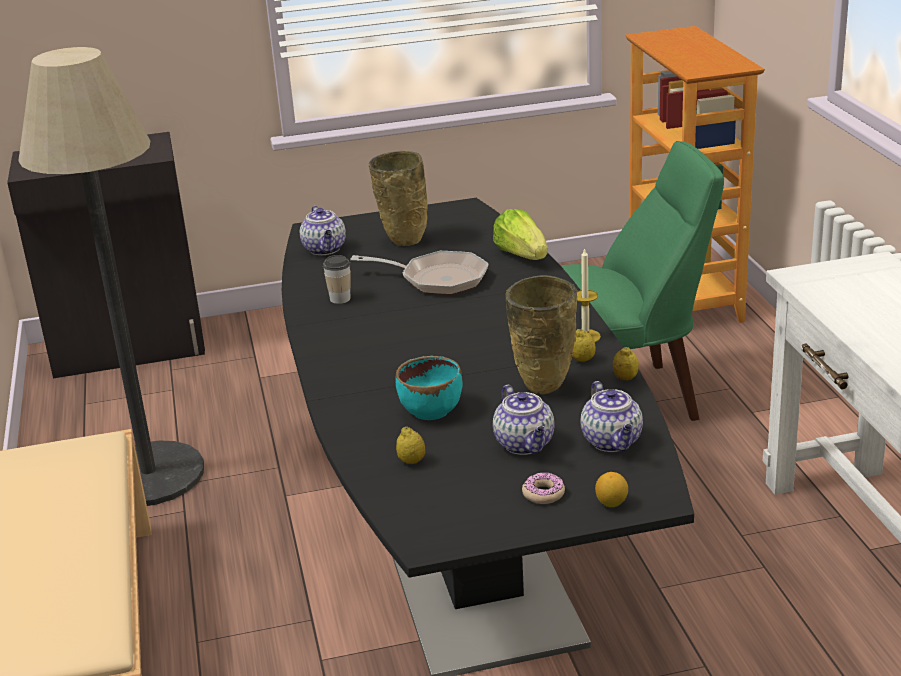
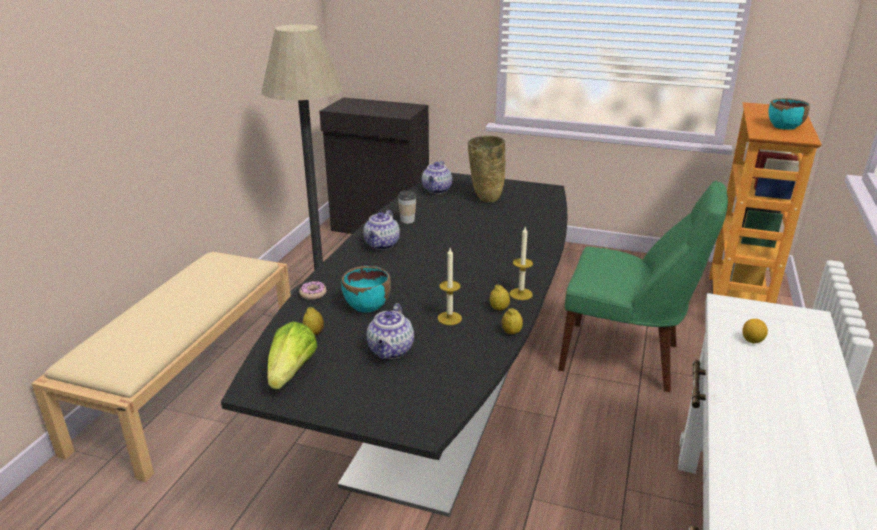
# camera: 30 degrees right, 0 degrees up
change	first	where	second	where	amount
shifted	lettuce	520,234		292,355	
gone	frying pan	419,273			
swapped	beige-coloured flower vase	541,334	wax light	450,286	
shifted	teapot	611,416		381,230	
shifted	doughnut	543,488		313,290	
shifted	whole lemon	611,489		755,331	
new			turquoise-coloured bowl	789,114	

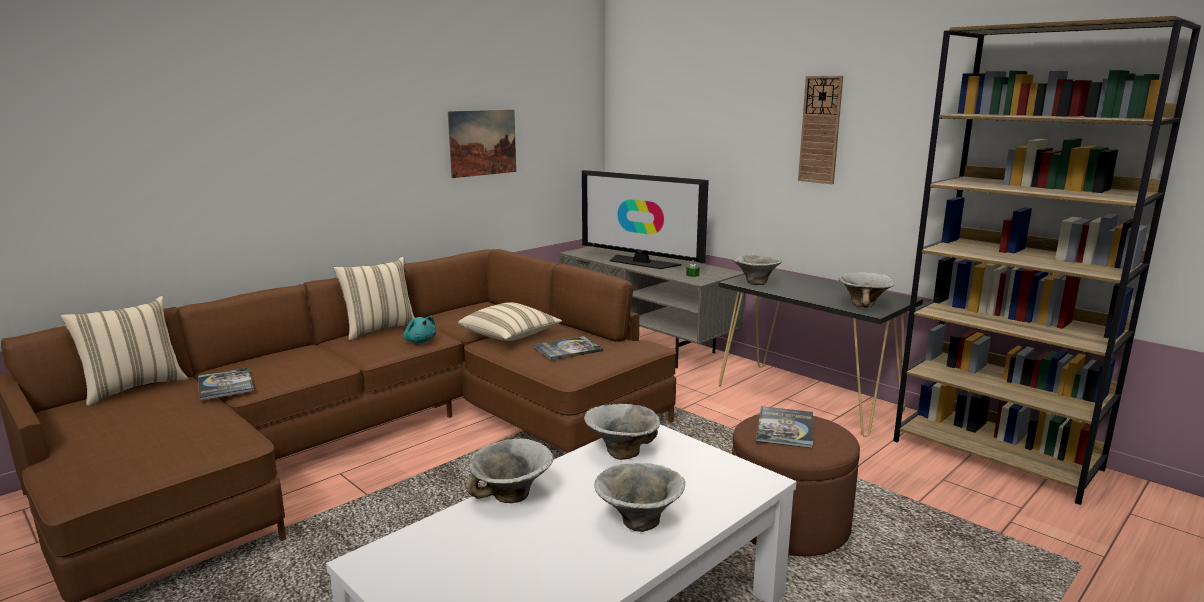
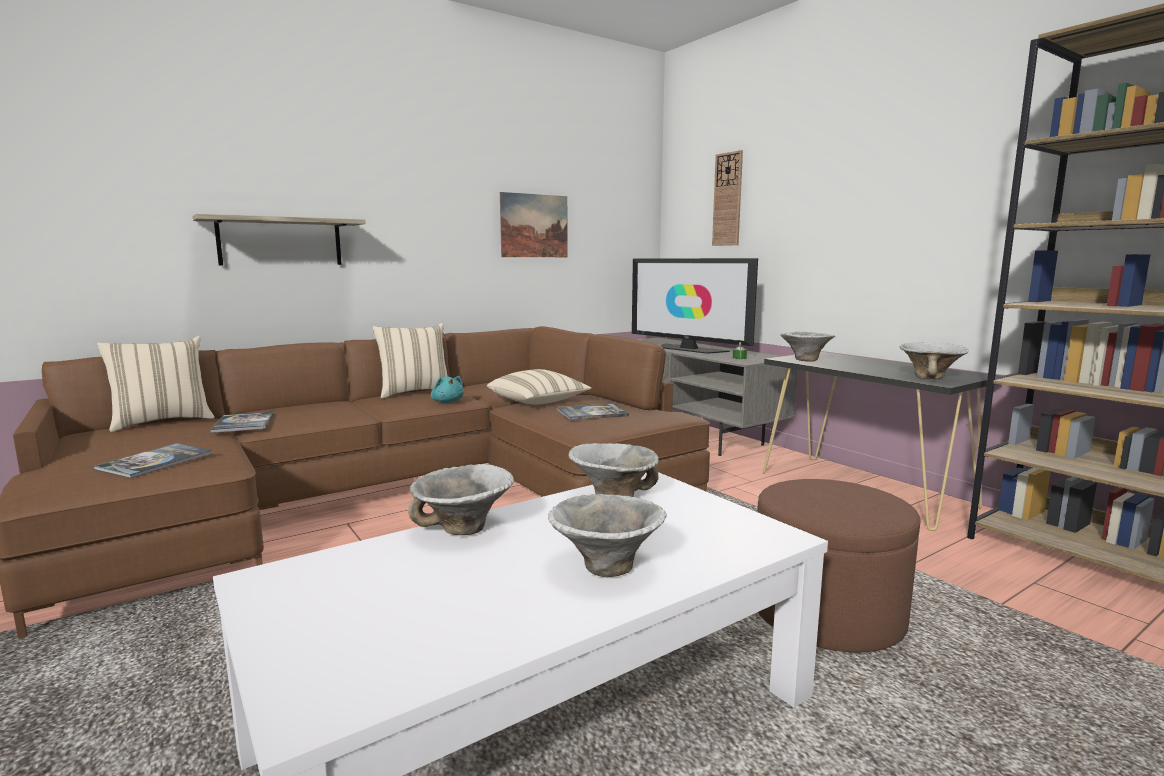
# camera: 10 degrees right, 5 degrees down
change	first	where	second	where	amount
shifted	clock on the wall	820,130		727,198	
shifted	book	784,427		153,460	
new			wall shelf	279,239	

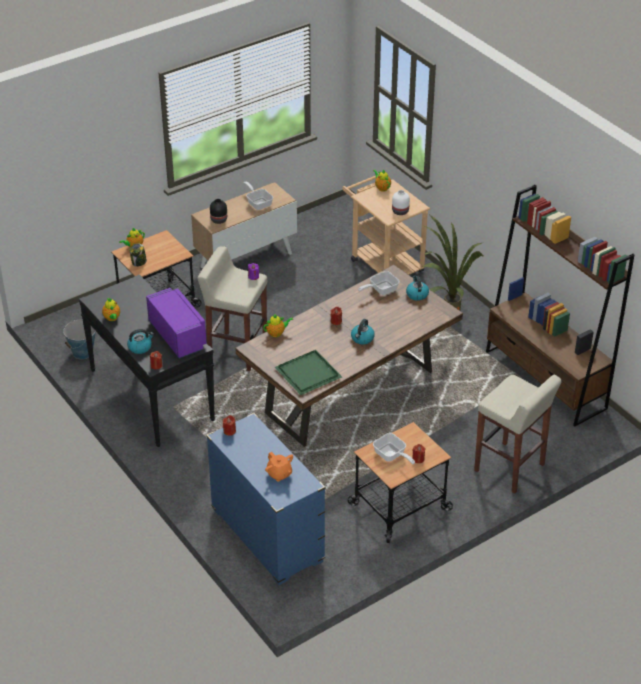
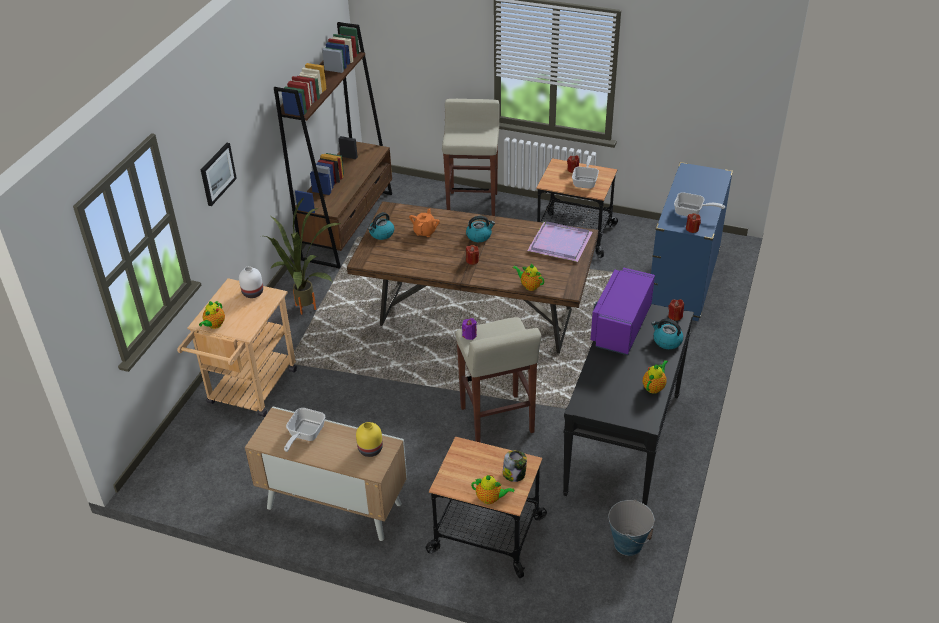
# camera: 125 degrees left, 0 degrees up
change	first	where	second	where	amount
repainted	black flower vase	218,211	yellow flower vase	369,439	
shifted	frying pan	378,283		699,204	
repainted	green-coloured serving tray	308,372	purplish serving tray	560,241	
shifted	orangey teapot	279,467		424,222	
new			wall art	219,174	

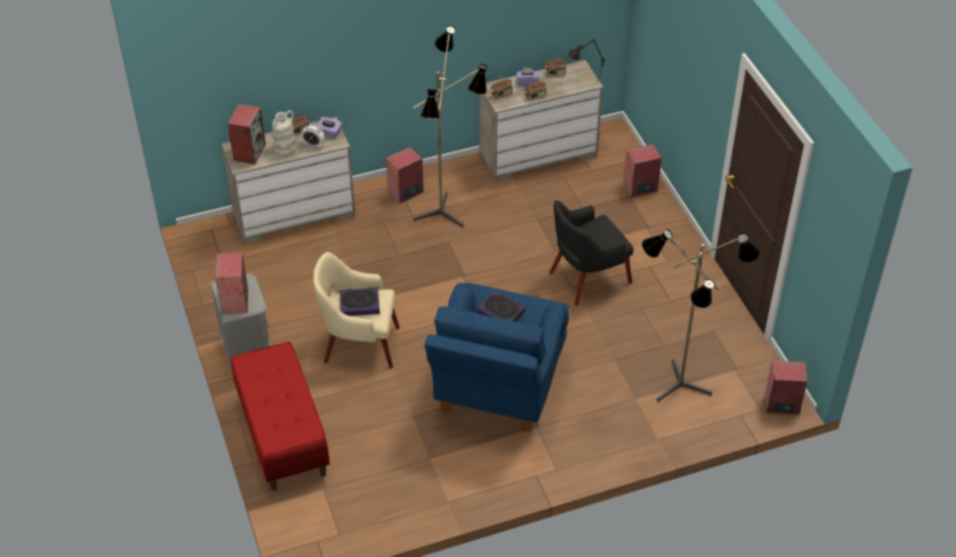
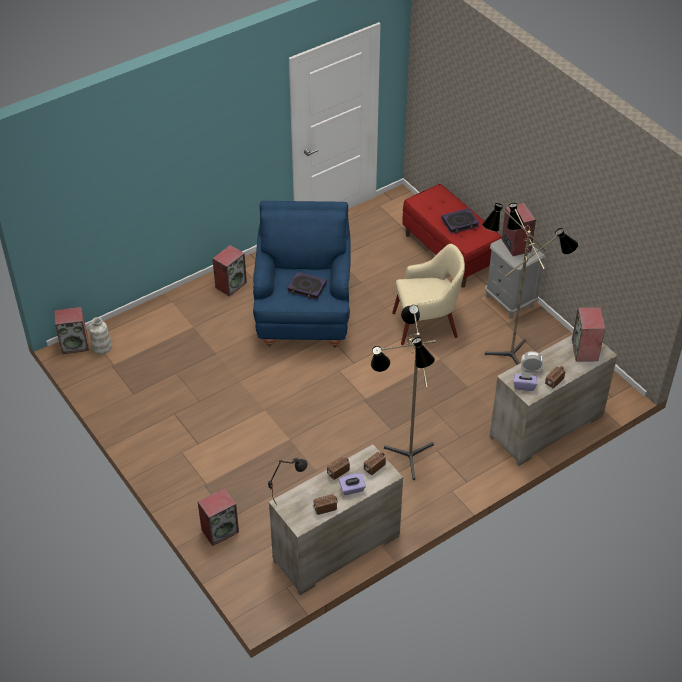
# camera: 165 degrees right, 0 degrees up
change	first	where	second	where	amount
shifted	whitish flower vase	284,134		100,335	
shifted	audio speaker	405,175		229,271	
gone	black lounge chair	591,253			
shifted	standing lamp	701,315		530,284	
shifted	book	360,301		460,221	

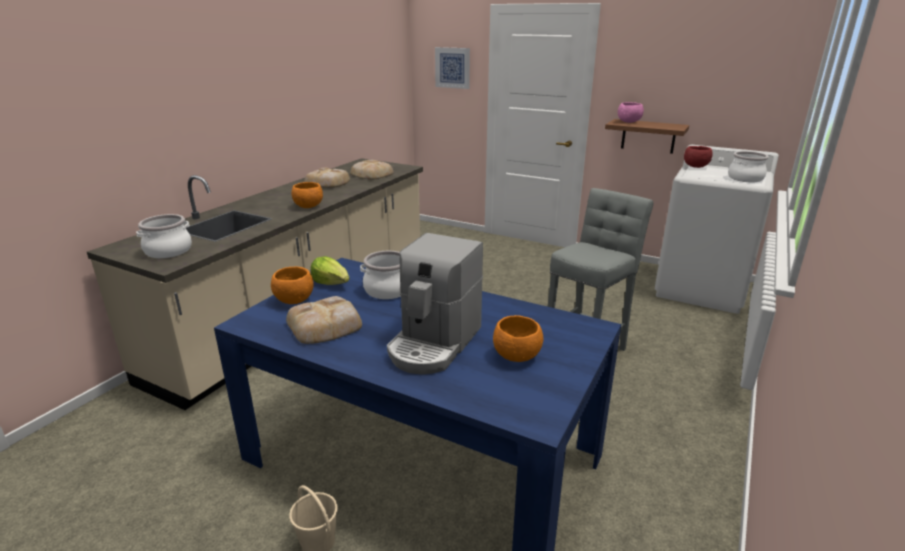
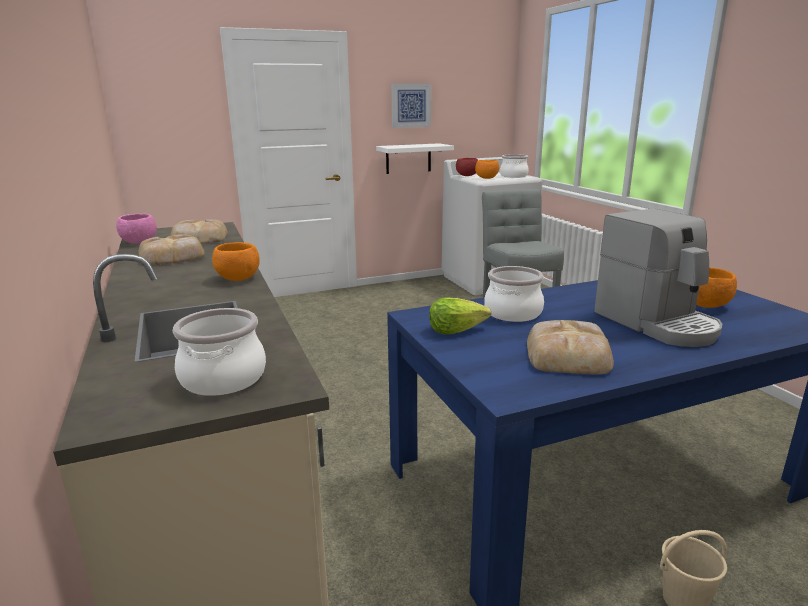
# camera: 50 degrees left, 5 degrees down
change	first	where	second	where	amount
shifted	wall art	452,68		411,105	
shifted	pink-coloured bowl	631,112		136,229	
repainted	brownish wall shelf	647,136	whitish wall shelf	415,158	
shifted	orangey bowl	292,285		487,169	

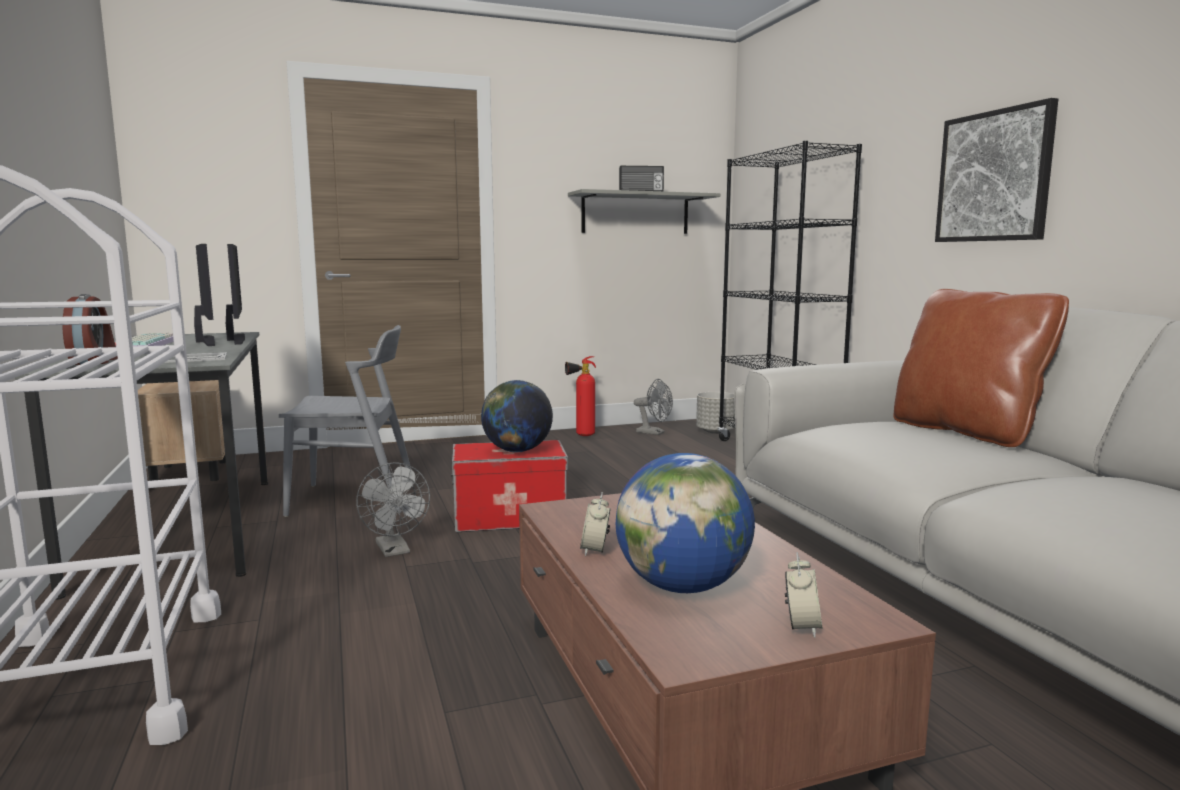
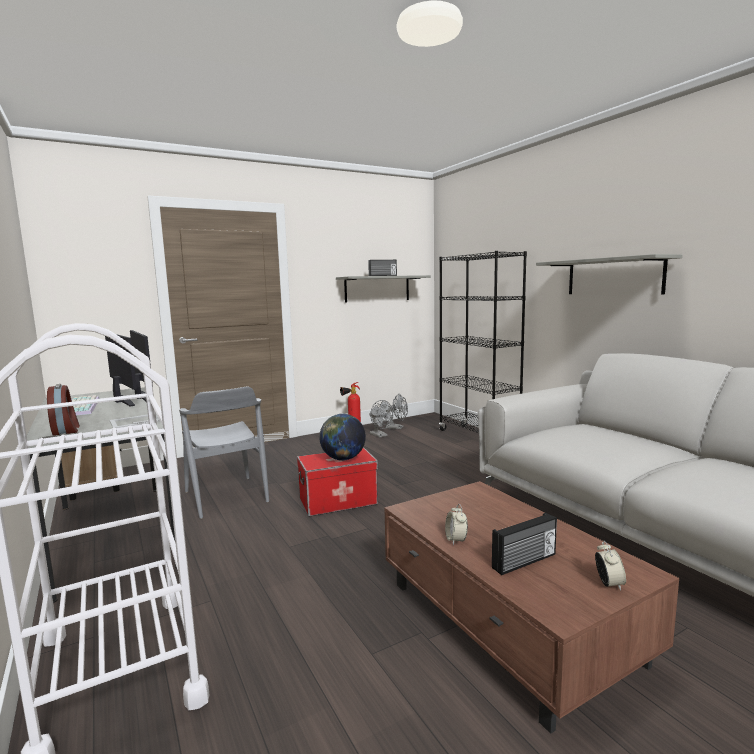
# camera: 10 degrees left, 0 degrees up
change	first	where	second	where	amount
swapped	wall art	996,170	grey wall shelf	609,274	
gone	brownish cushion	981,368			
rotated	grey plain chair	347,421		224,453	75 degrees clockwise
gone	grey plant pot	715,413			
swapped	globe	685,523	radio	524,544	
shifted	grey electric fan	393,510		381,419	

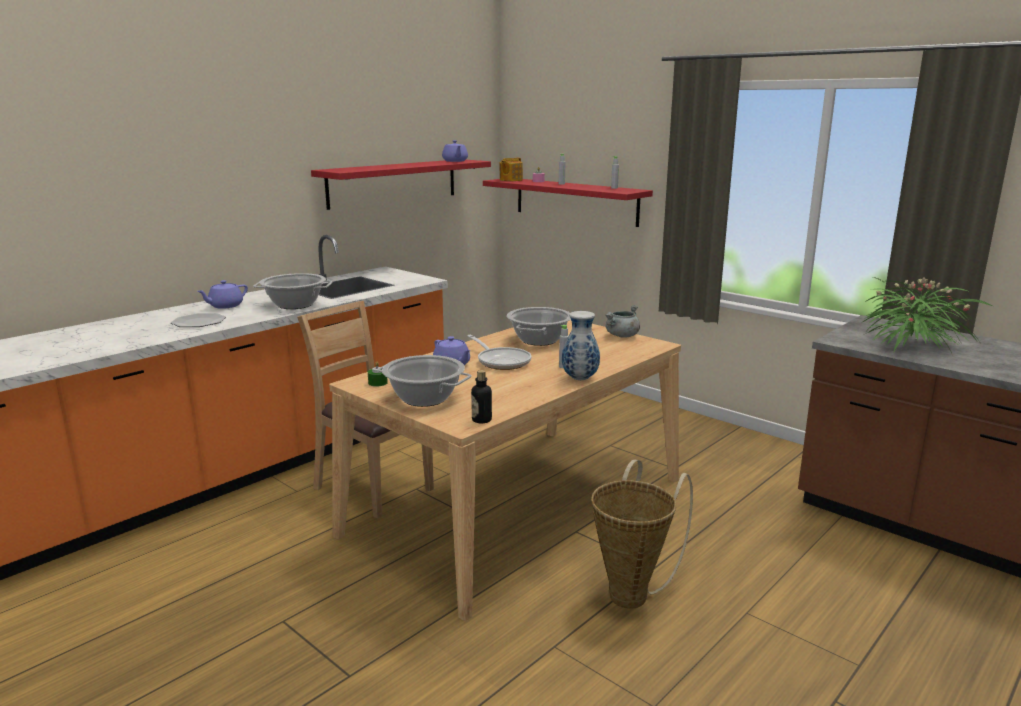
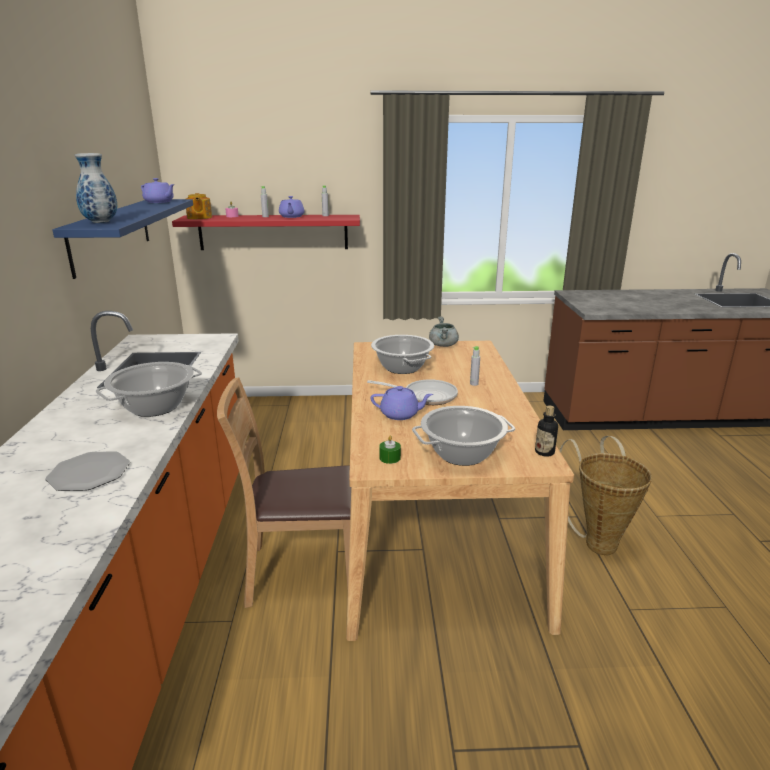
# camera: 45 degrees left, 5 degrees up
change	first	where	second	where	amount
repainted	red wall shelf	401,185	bluish wall shelf	122,239	
gone	houseplant	927,315			
shifted	purplish teapot	222,294		291,207	
shifted	flower vase	581,345		96,188	

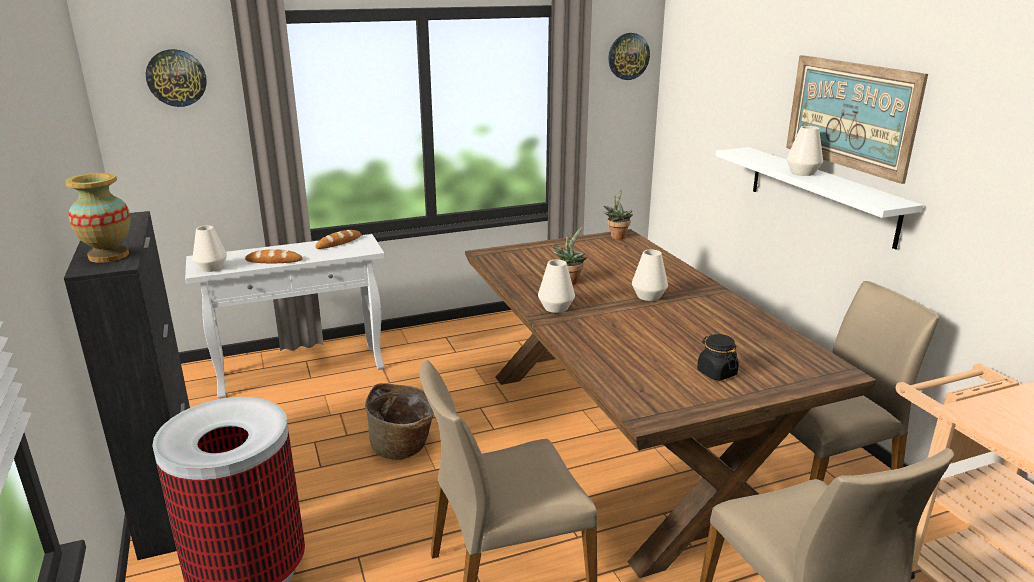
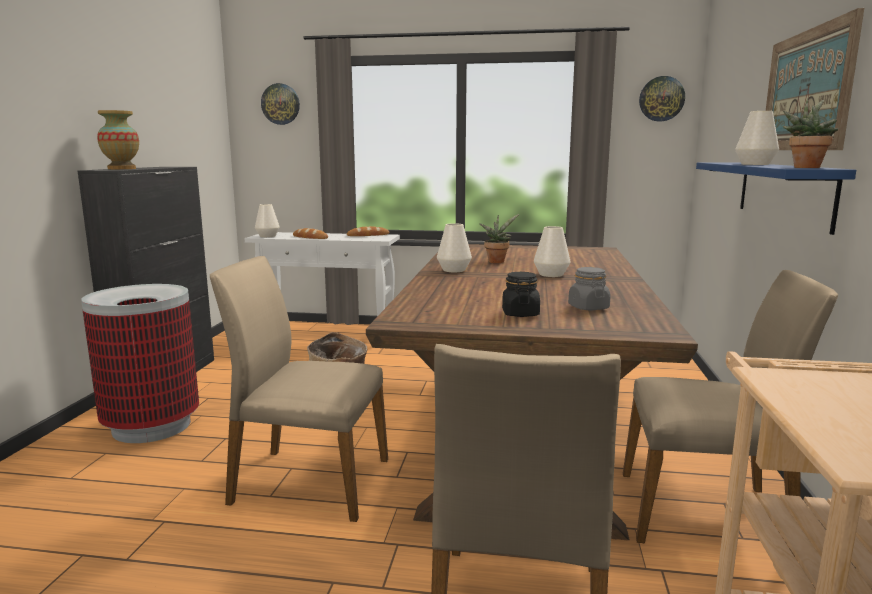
# camera: 30 degrees right, 10 degrees down
change	first	where	second	where	amount
repainted	whitish wall shelf	819,198	bluish wall shelf	776,198	
shifted	houseplant	618,214		810,133	
new			grey jar	589,288	

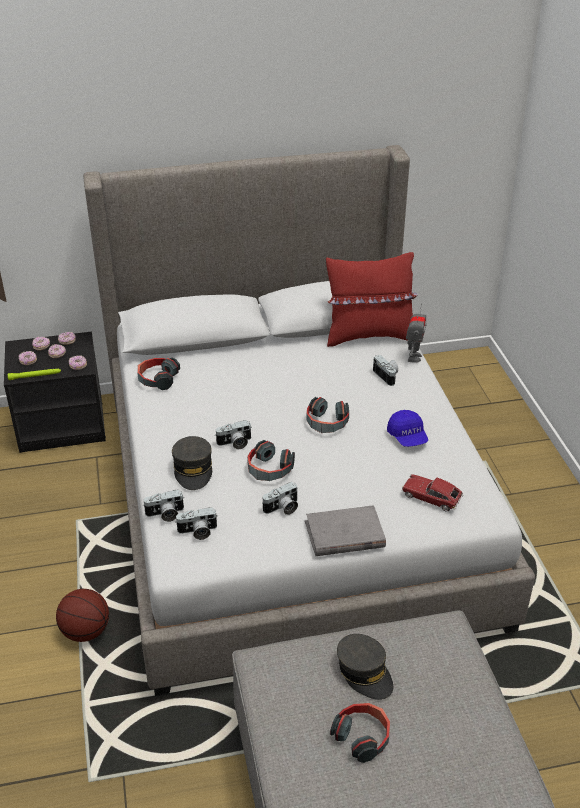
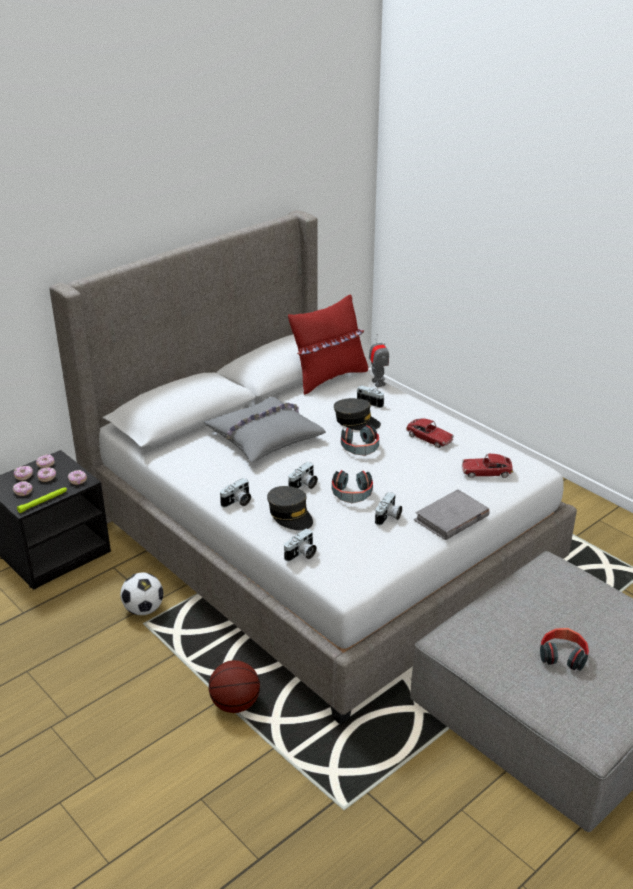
# camera: 30 degrees left, 5 degrees down
change	first	where	second	where	amount
gone	headset	158,373			
swapped	bluish peaked cap	407,428	toy car	430,433	
shifted	photo camera	196,523		235,492	
shifted	grey peaked cap	365,667		357,414	
new			grey cushion	265,429	
new			football	142,594	

